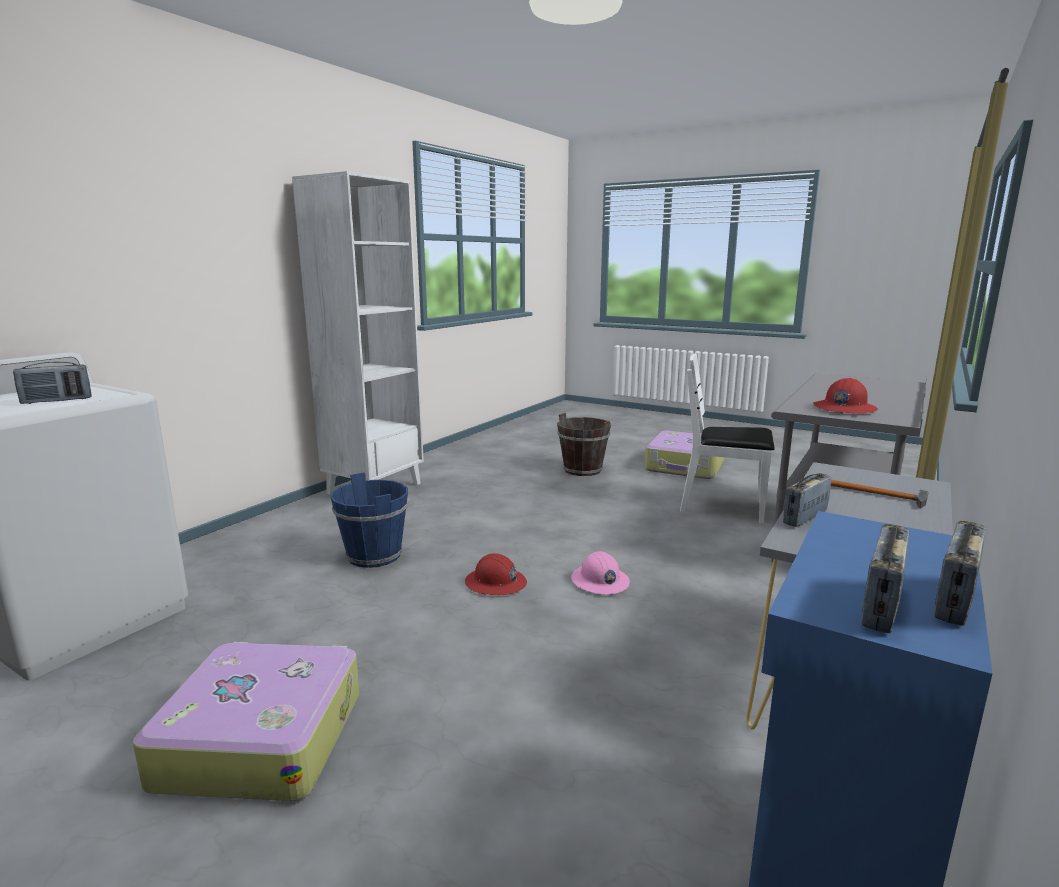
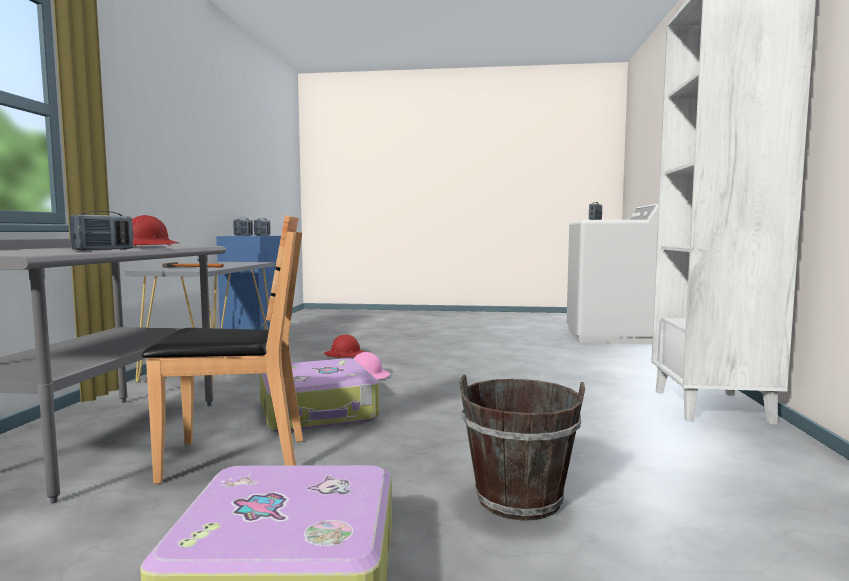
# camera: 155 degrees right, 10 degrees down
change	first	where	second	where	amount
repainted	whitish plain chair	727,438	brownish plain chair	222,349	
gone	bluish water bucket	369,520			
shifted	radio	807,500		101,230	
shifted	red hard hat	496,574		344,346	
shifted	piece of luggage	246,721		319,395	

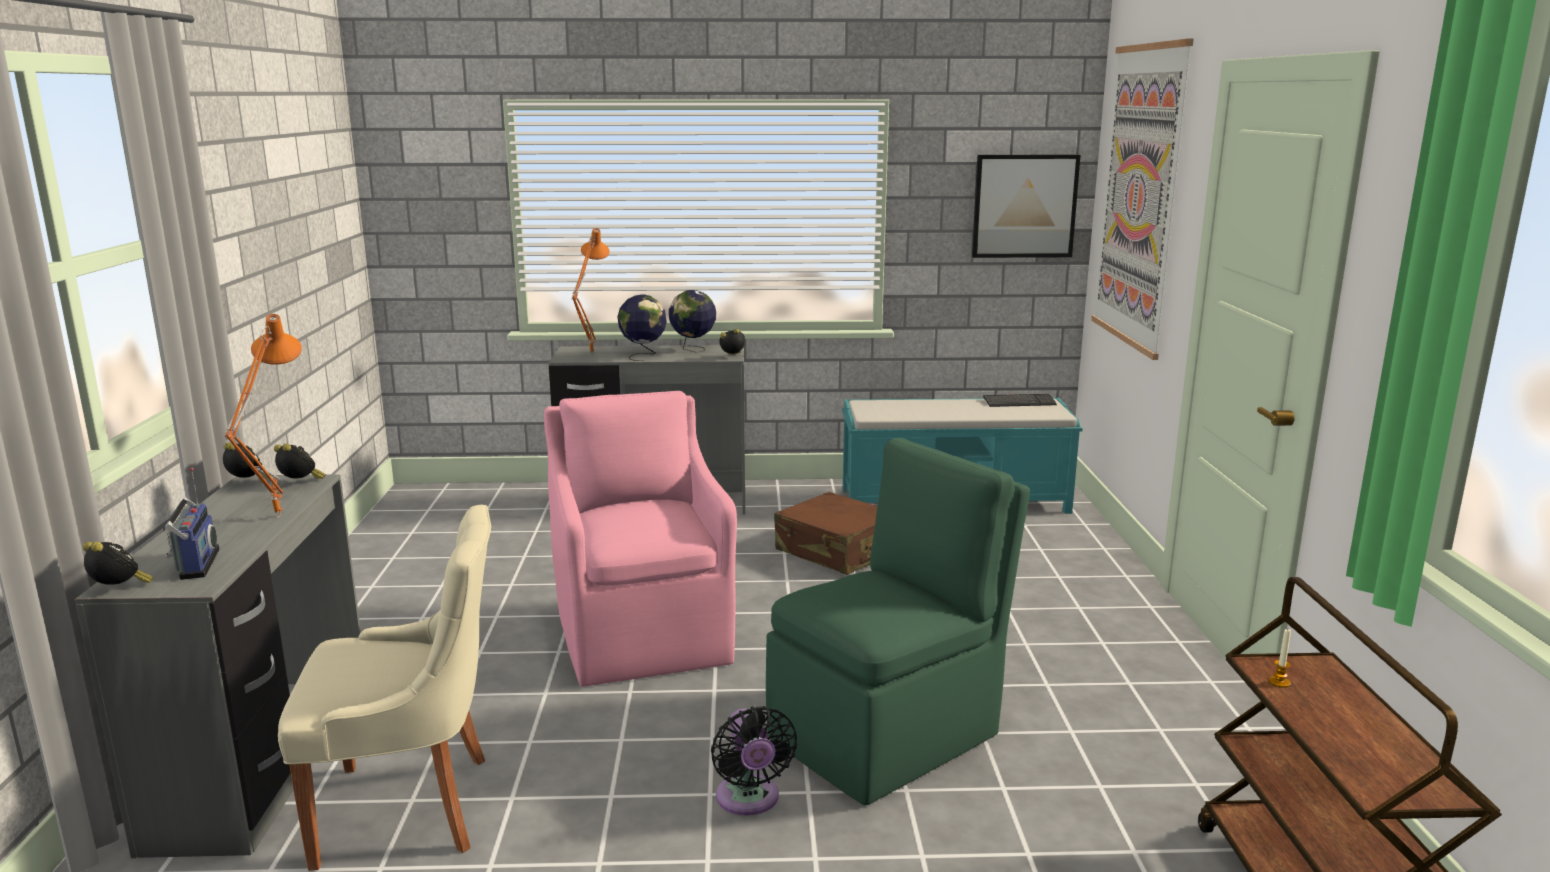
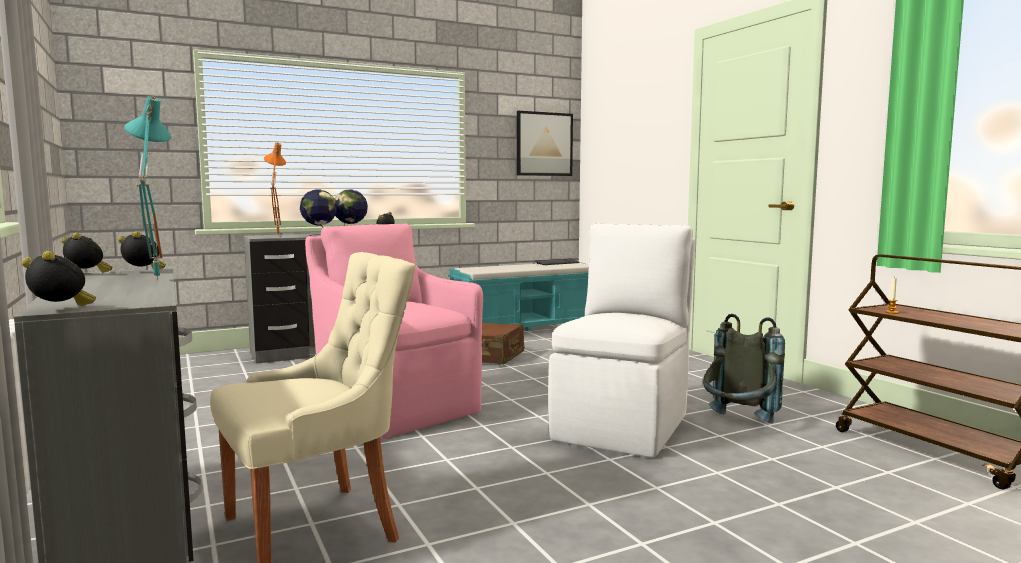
# camera: 25 degrees left, 10 degrees down
change	first	where	second	where	amount
gone	wall art	1142,199			
repainted	orangey tabletop lamp	263,416	turquoise-coloured tabletop lamp	147,188	
repainted	green-coloured plain chair	898,621	whitish plain chair	621,340	
gone	radio	192,524			
gone	black electric fan	754,761			
new			grey backpack	744,368	

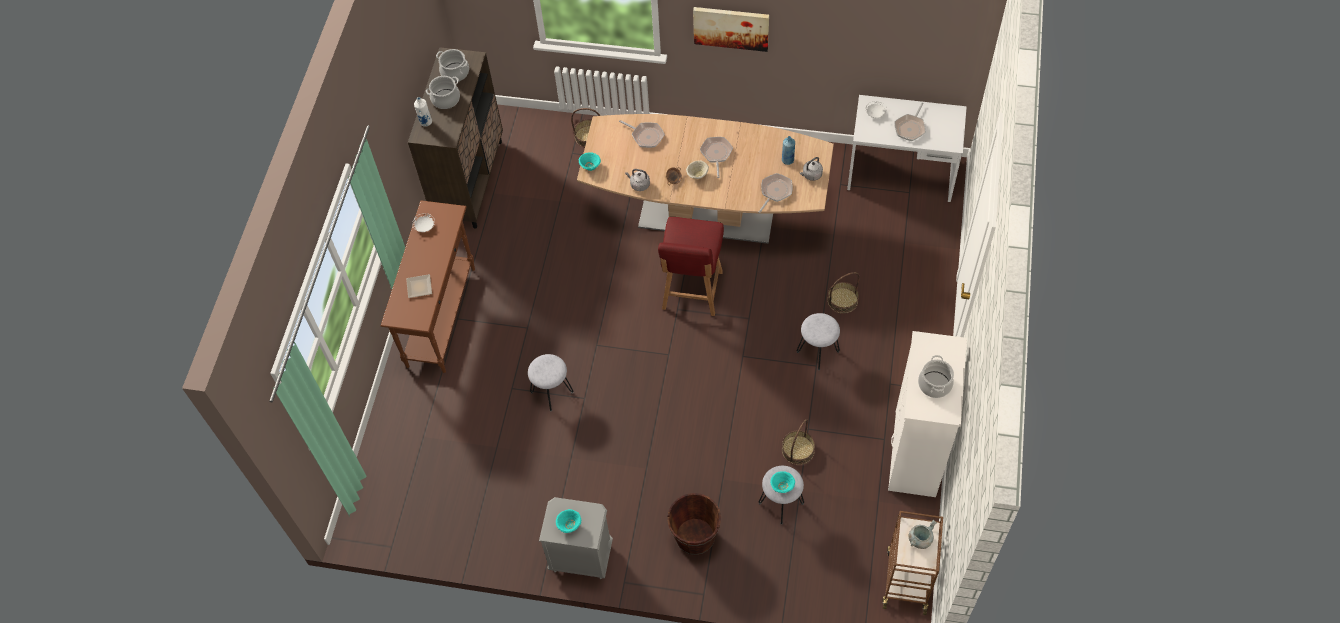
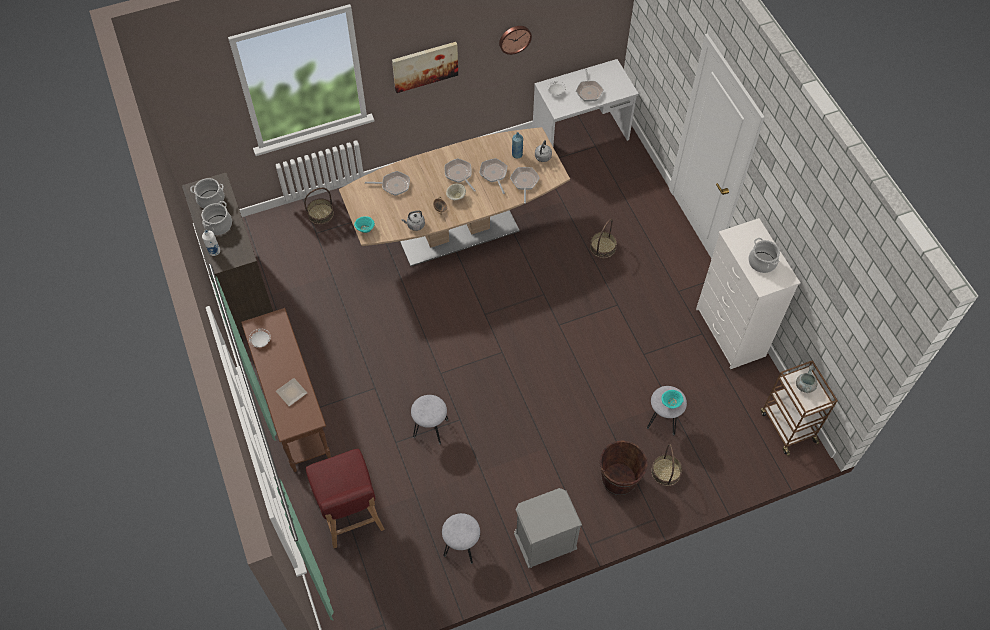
# camera: 35 degrees left, 0 degrees up
change	first	where	second	where	amount
shifted	red plain chair	691,266		345,498	
shifted	grey stool seat	818,341		461,538	
shifted	basket	798,442		666,465	
gone	turquoise-coloured bowl	568,521			
new			clock on the wall	515,40	
new			frying pan	493,176	

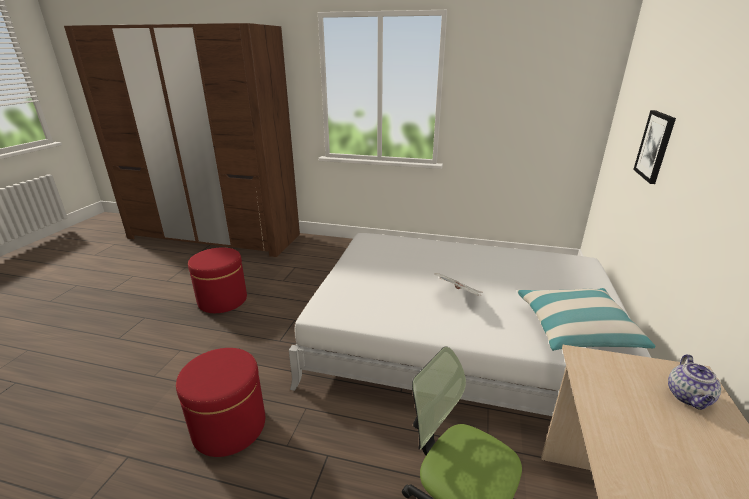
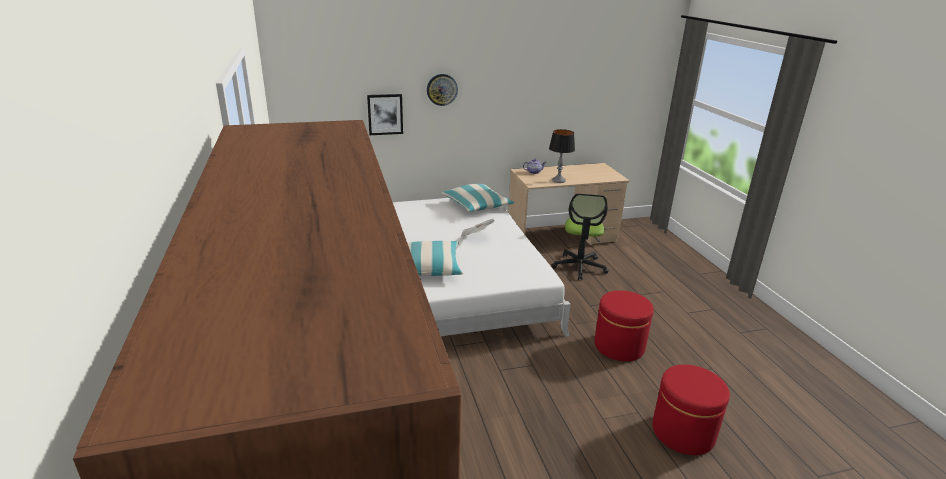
# camera: 120 degrees left, 0 degrees up
change	first	where	second	where	amount
shifted	red ottoman	217,280		691,410	
new			clock on the wall	442,90	
new			tabletop lamp	562,156	
new			cushion	435,258	

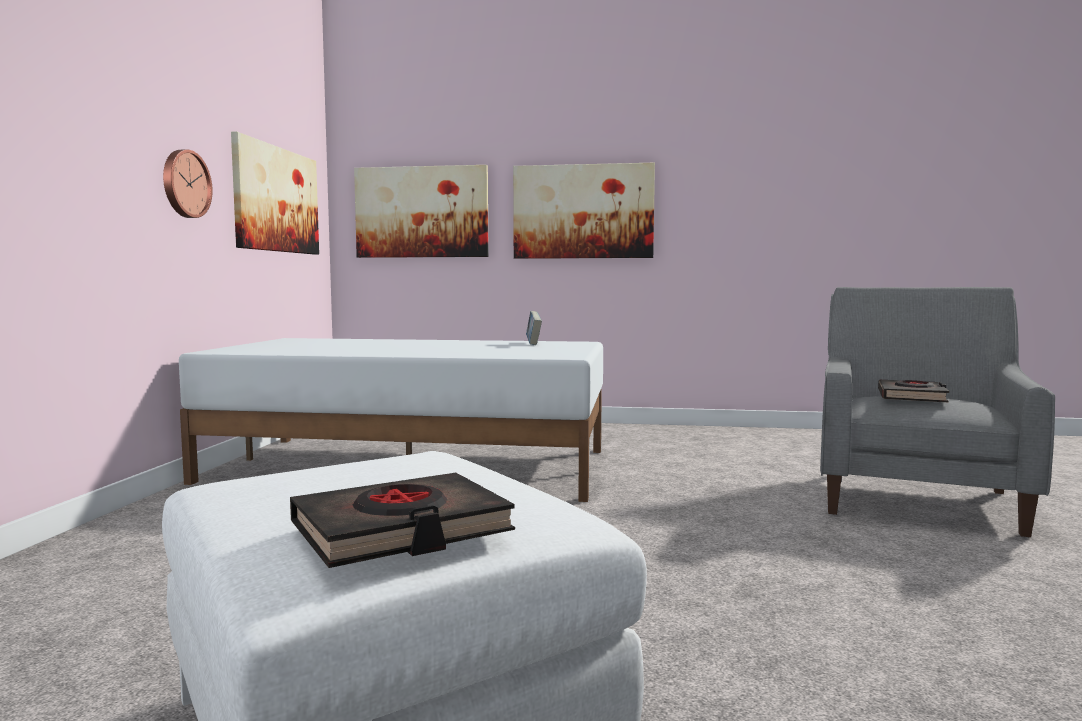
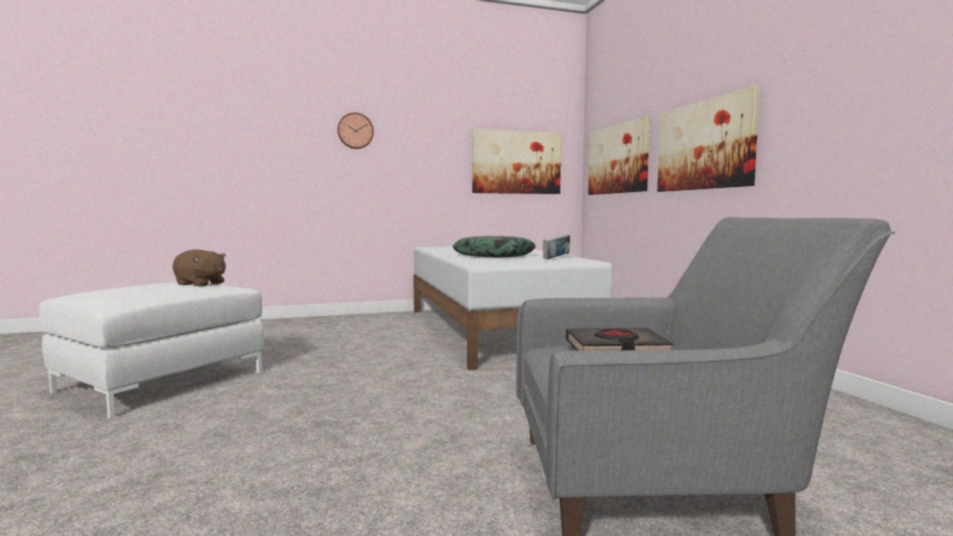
# camera: 65 degrees right, 0 degrees up
change	first	where	second	where	amount
shifted	clock on the wall	188,183		355,130	
gone	black book	402,520			
new			cushion	494,246	
new			brownish soft toy	199,268	

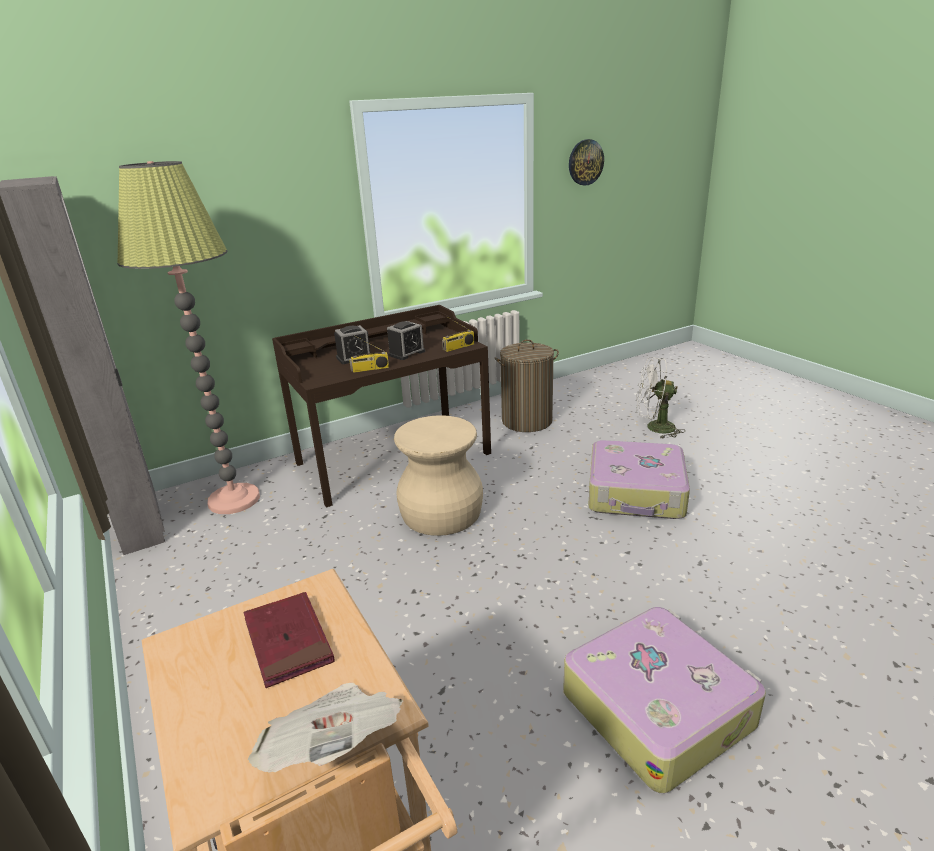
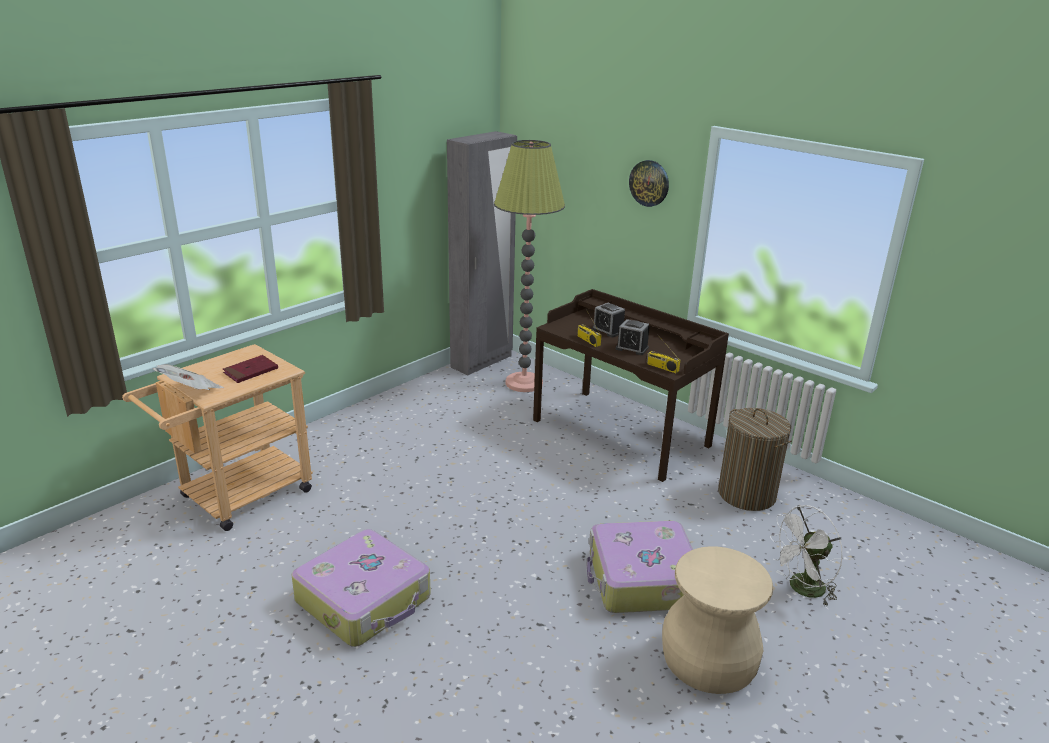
# camera: 70 degrees right, 0 degrees up
change	first	where	second	where	amount
shifted	clock on the wall	586,162		649,183	
rotated	whitish electric fan	660,397		806,555	105 degrees counterclockwise
shifted	beige-coloured stool seat	438,475		717,620	

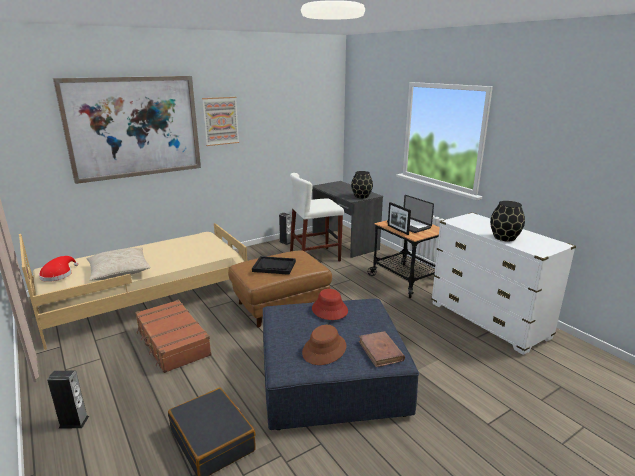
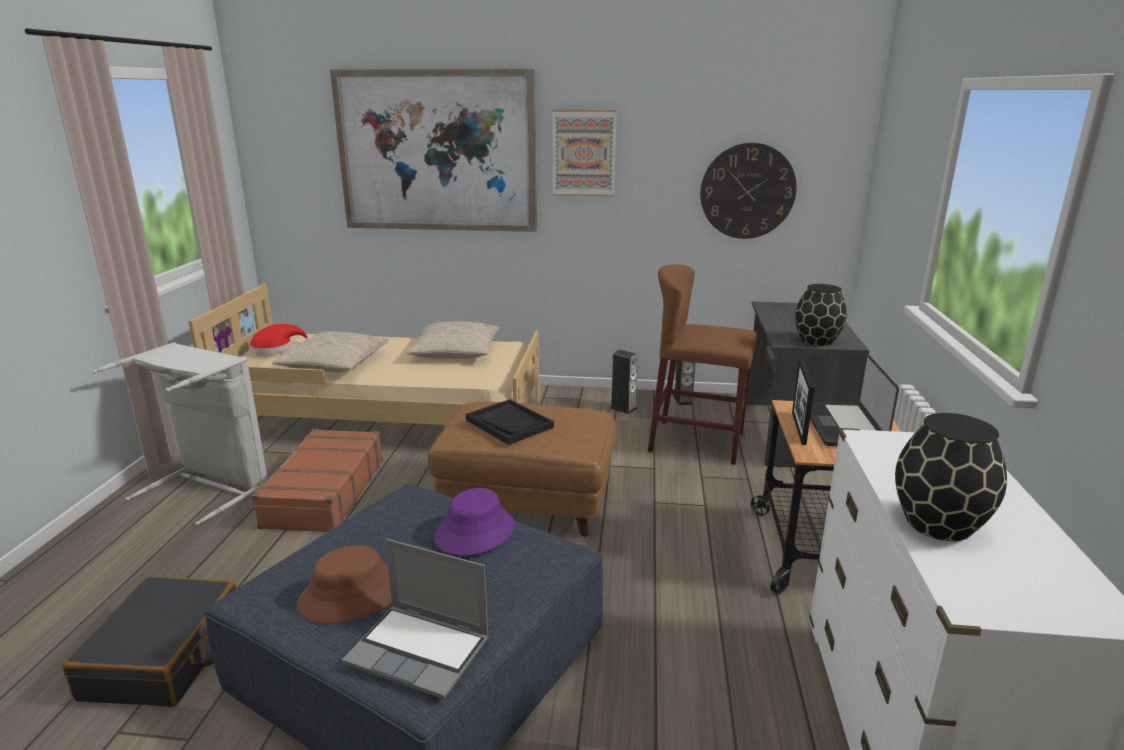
# camera: 40 degrees right, 0 degrees up
change	first	where	second	where	amount
repainted	whitish stool seat	317,217	brownish stool seat	702,364	
repainted	red clothing hat	330,304	purplish clothing hat	474,521	
swapped	brownish book	382,349	portable computer	415,619	
shifted	audio speaker	68,399		624,382	
new			clock on the wall	748,191	
new			beige-coloured cushion	452,340	
new			grey laundry basket	180,433	

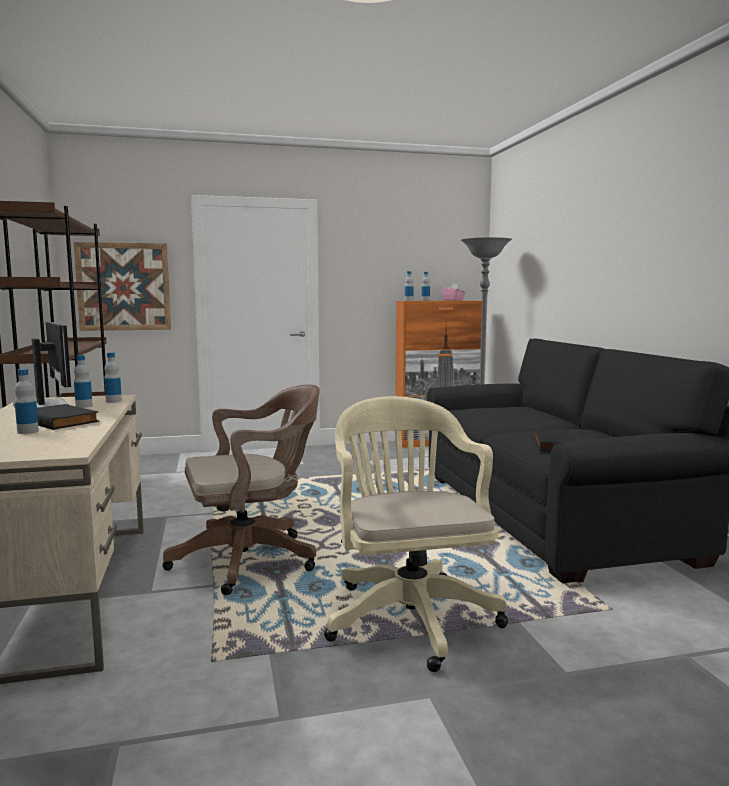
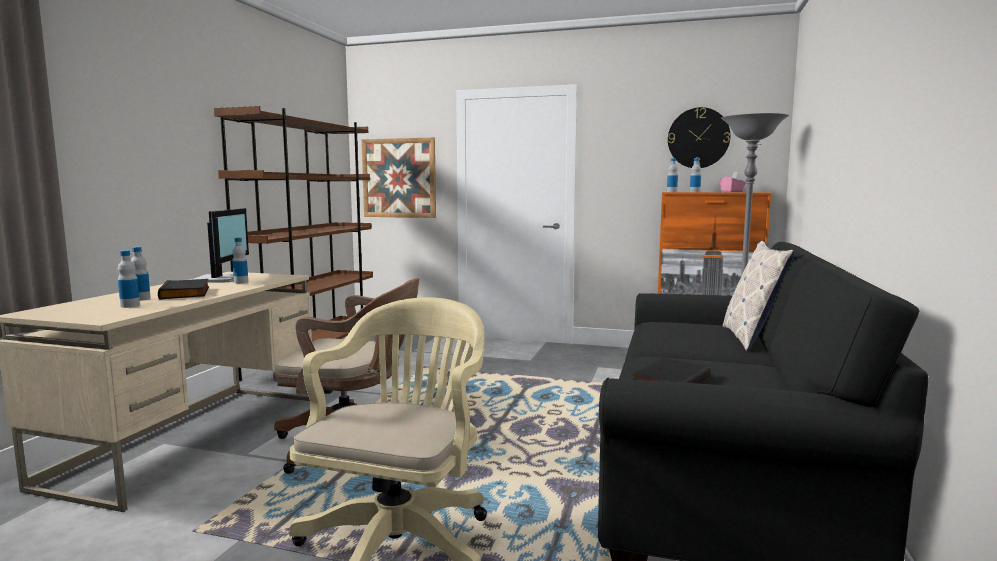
# camera: 30 degrees right, 0 degrees up
change	first	where	second	where	amount
shifted	bottle	113,377		129,279	
new			clock on the wall	699,137	
new			cushion	758,296	

